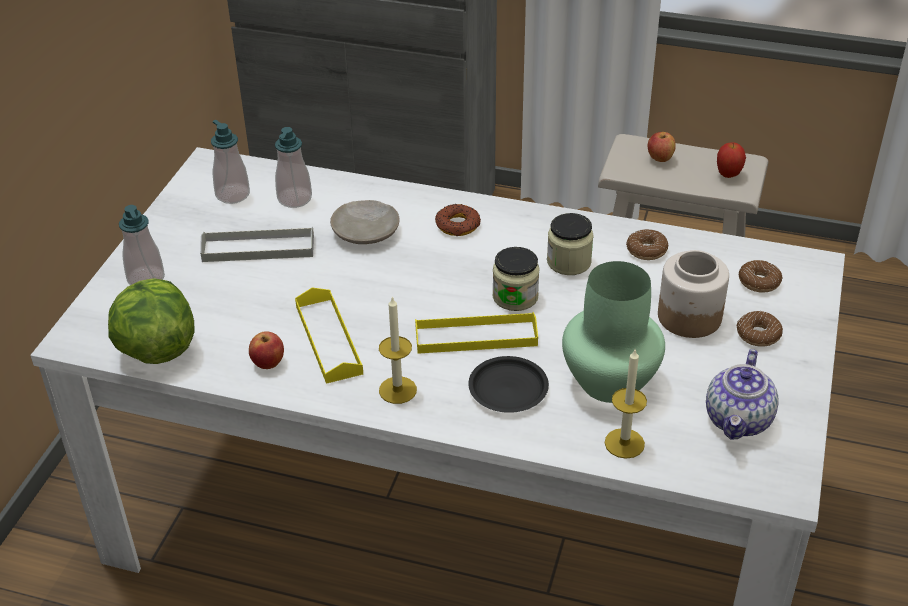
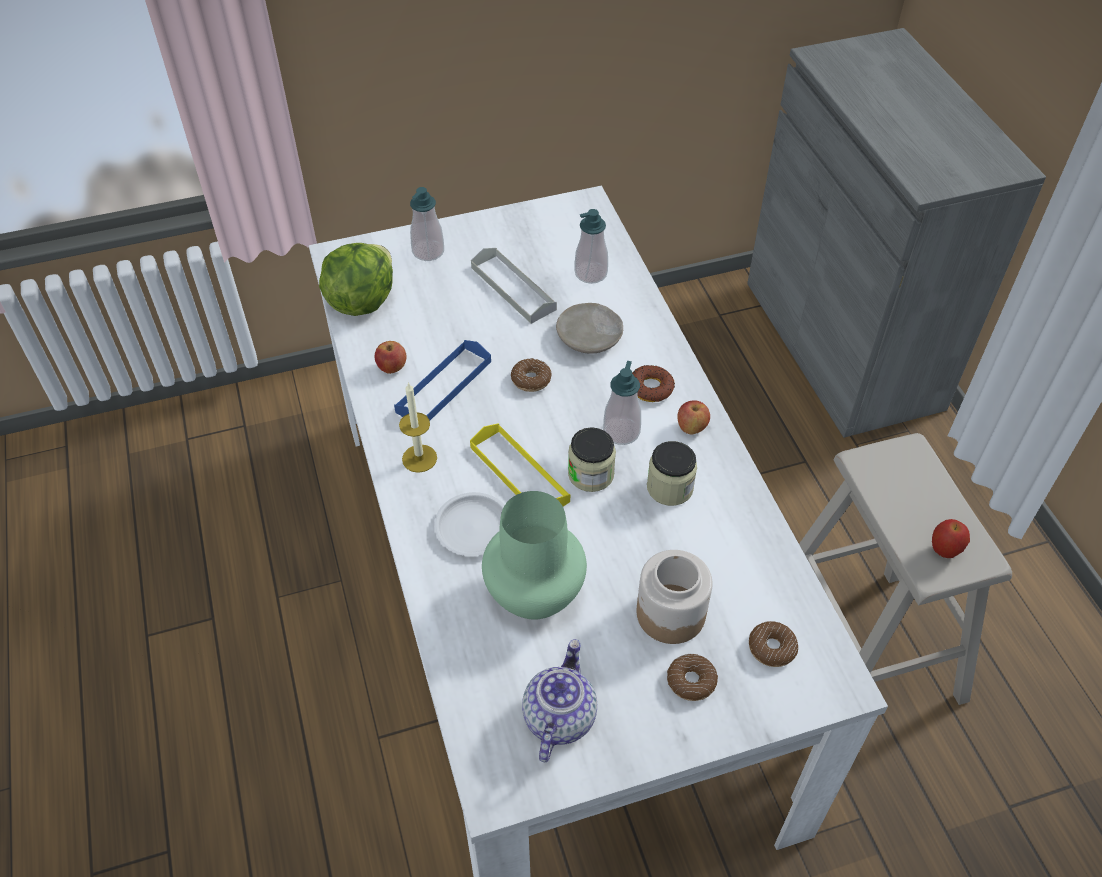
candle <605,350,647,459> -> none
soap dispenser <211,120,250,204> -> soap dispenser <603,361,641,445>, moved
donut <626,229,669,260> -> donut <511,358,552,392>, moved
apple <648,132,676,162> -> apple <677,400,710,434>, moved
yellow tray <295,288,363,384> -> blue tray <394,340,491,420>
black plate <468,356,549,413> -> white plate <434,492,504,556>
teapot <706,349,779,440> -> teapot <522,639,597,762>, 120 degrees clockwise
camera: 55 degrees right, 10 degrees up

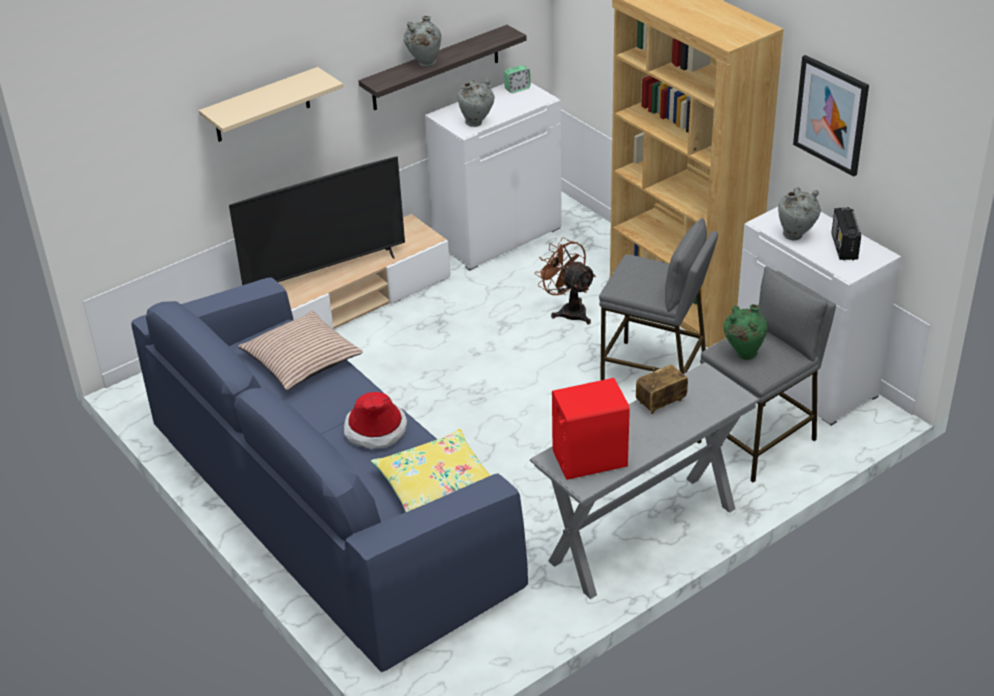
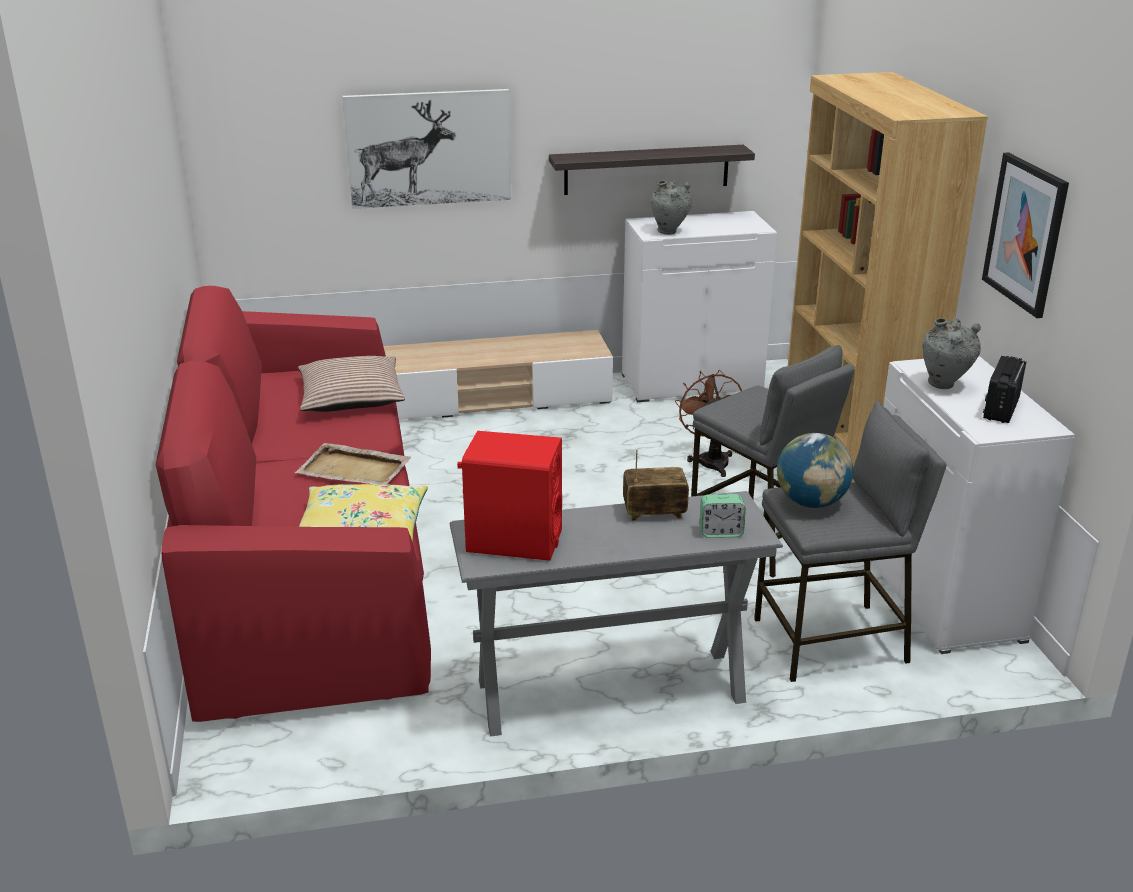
television <229,156,405,285> -> none
grey vase <404,16,441,67> -> none
alarm clock <504,65,531,93> -> alarm clock <699,494,746,538>, moved
beige shelf <199,67,343,142> -> picture <342,89,512,209>
hat <344,392,407,449> -> beige tray <295,443,411,485>
green vase <723,304,768,360> -> globe <777,433,853,508>
blue sofa <131,277,528,672> -> red sofa <156,286,431,722>
camera: 25 degrees right, 10 degrees down

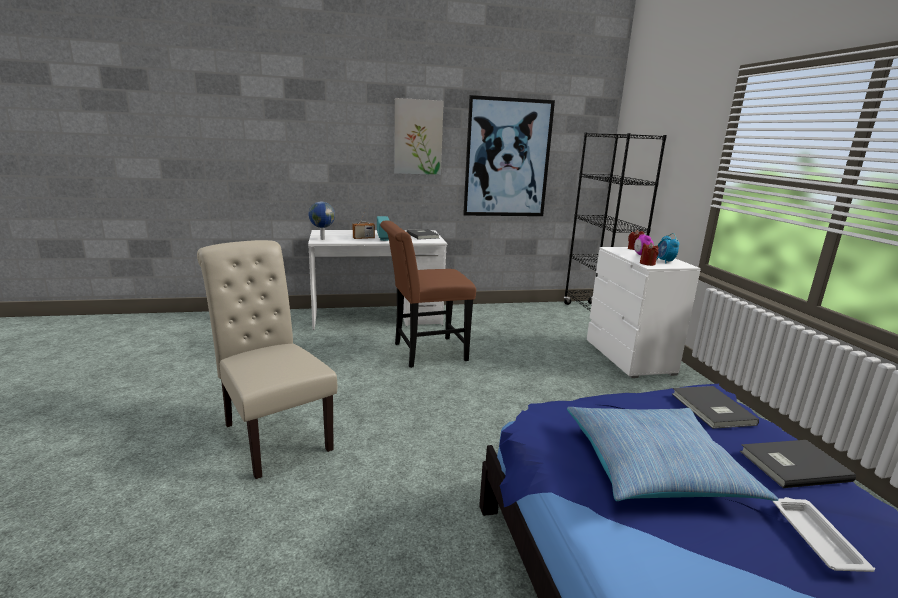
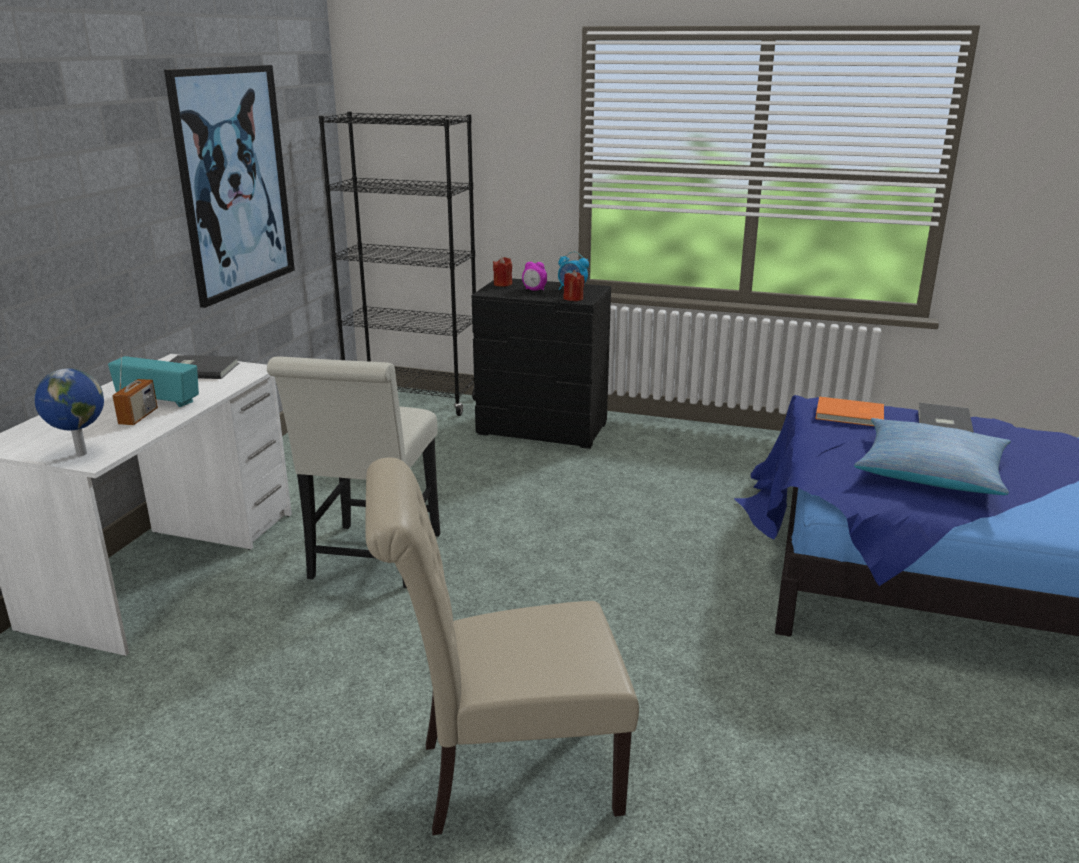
picture <394,98,444,175> -> none
white tray <773,497,875,572> -> none
brown chair <380,220,476,368> -> white chair <267,356,440,588>
white dresser <587,247,701,378> -> black dresser <472,278,611,449>
grey book <672,386,759,429> -> orange book <815,397,884,426>
camera: 60 degrees left, 5 degrees up

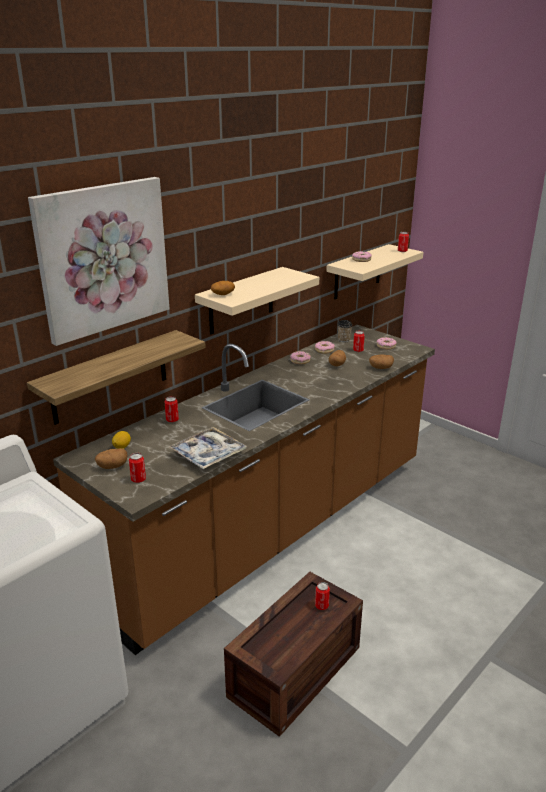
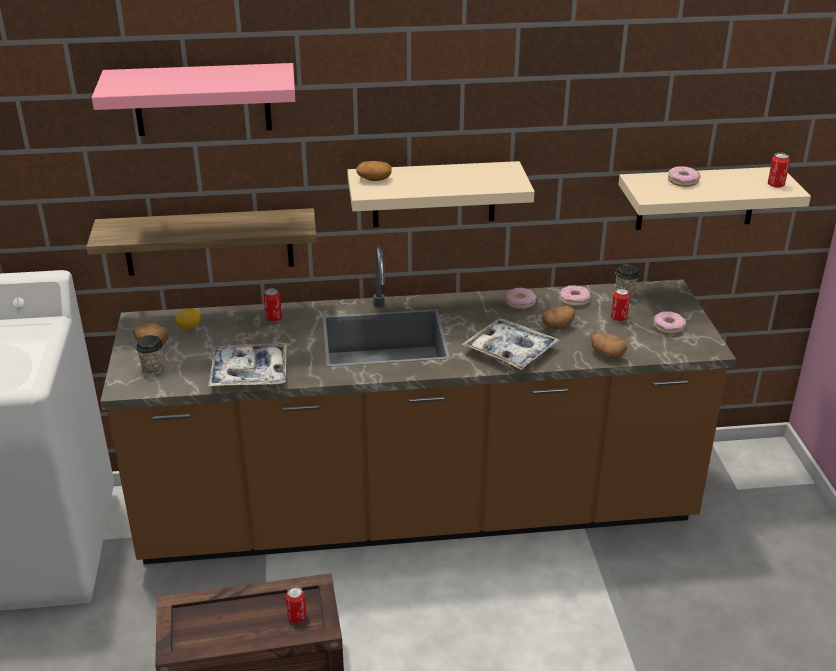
none -> tray <462,318,559,370>
picture <28,177,169,346> -> pink shelf <92,63,295,136>
can <129,453,146,483> -> cup <136,335,164,375>
camera: 40 degrees right, 5 degrees up

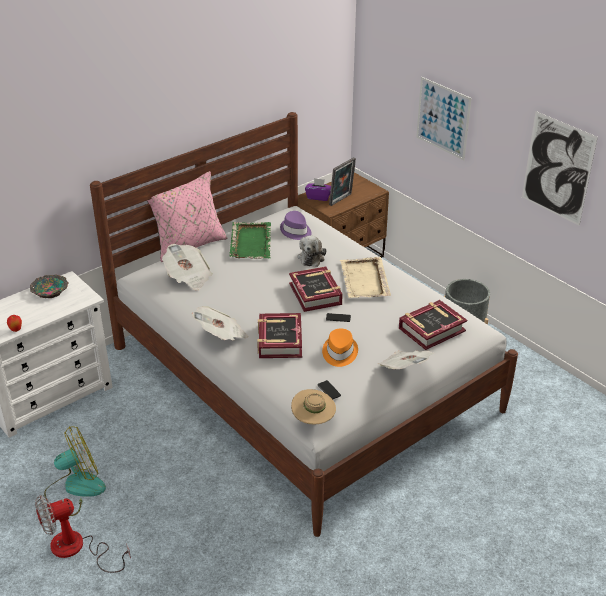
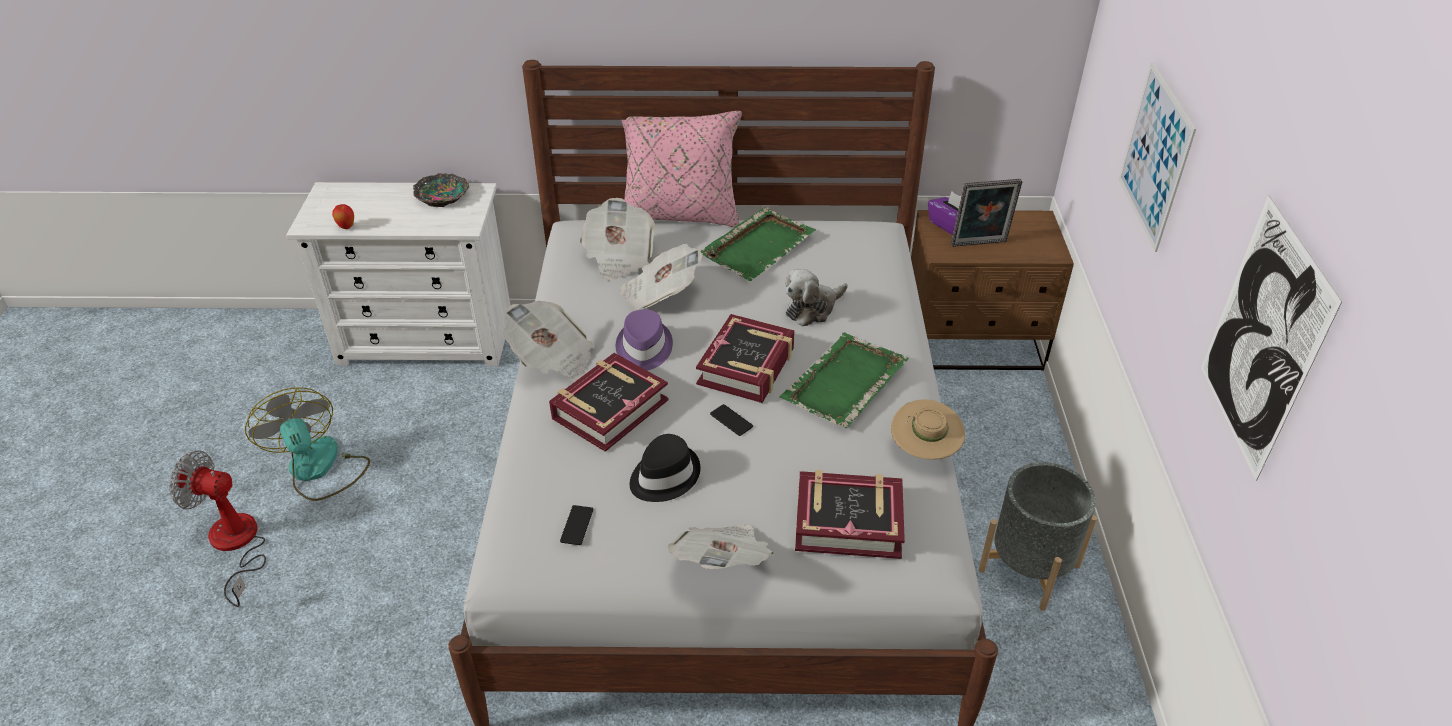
none -> newspaper <619,244,703,311>
purple hat <280,211,312,240> -> purple hat <616,309,673,371>, moved
beige hat <291,389,336,425> -> beige hat <891,399,965,460>, moved
orange hat <322,329,358,367> -> black hat <630,434,700,502>
beige tray <340,257,391,298> -> green tray <779,333,909,428>
fan <44,426,106,516> -> fan <245,387,370,501>, 135 degrees counterclockwise
camera: 40 degrees right, 5 degrees up

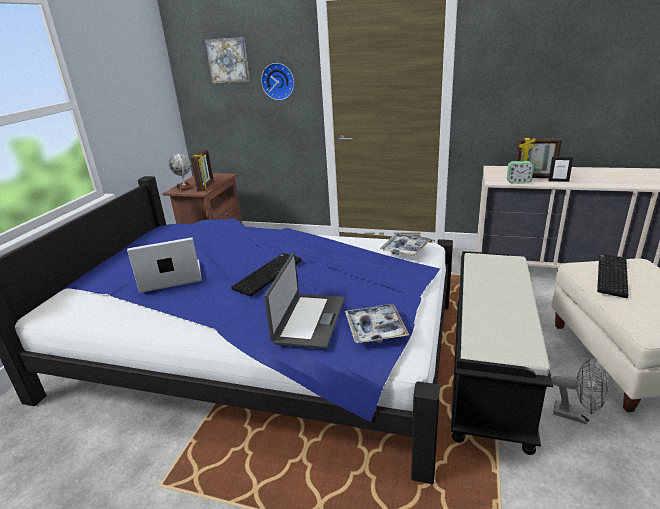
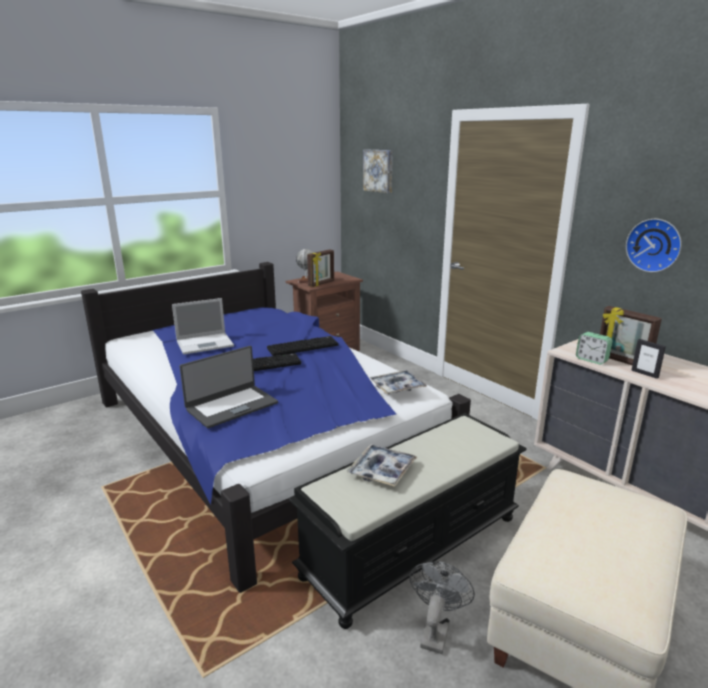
wall clock <261,63,294,100> -> wall clock <626,219,682,272>, moved
tray <345,304,409,343> -> tray <347,444,417,487>, moved
keyboard <597,254,628,298> -> keyboard <267,336,338,356>, moved
laptop <127,237,202,293> -> laptop <172,298,234,355>, 135 degrees clockwise
grey fan <552,358,608,425> -> grey fan <409,561,475,654>, 135 degrees counterclockwise
camera: 35 degrees right, 5 degrees down

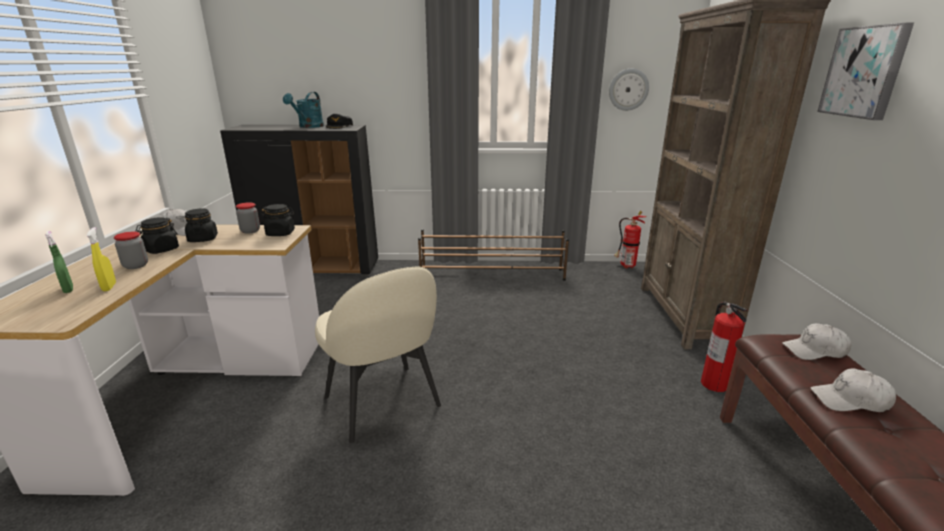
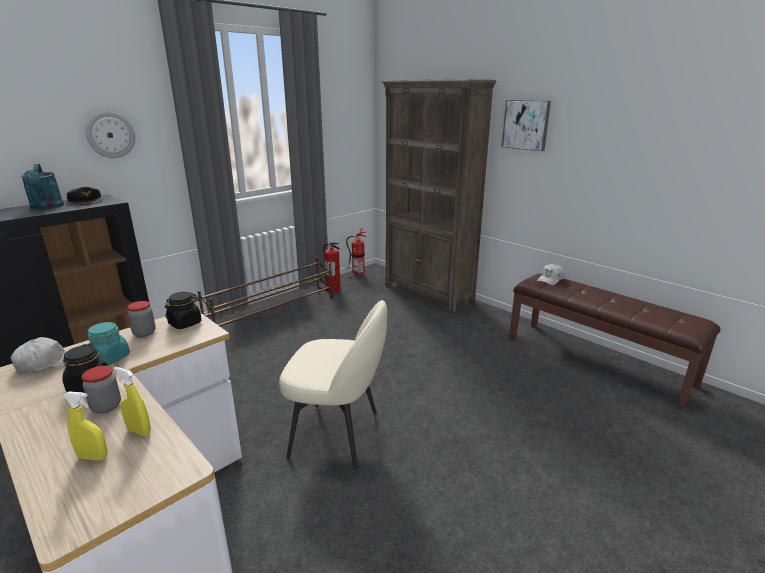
white cap <811,369,896,412> -> none
wall clock <609,69,649,111> -> wall clock <86,111,135,158>, moved
fire extinguisher <701,301,748,392> -> fire extinguisher <323,242,341,293>, moved
green spray bottle <45,231,73,293> -> yellow spray bottle <63,391,107,460>
black jar <185,209,218,242> -> turquoise jar <88,322,130,365>
camera: 45 degrees left, 0 degrees up

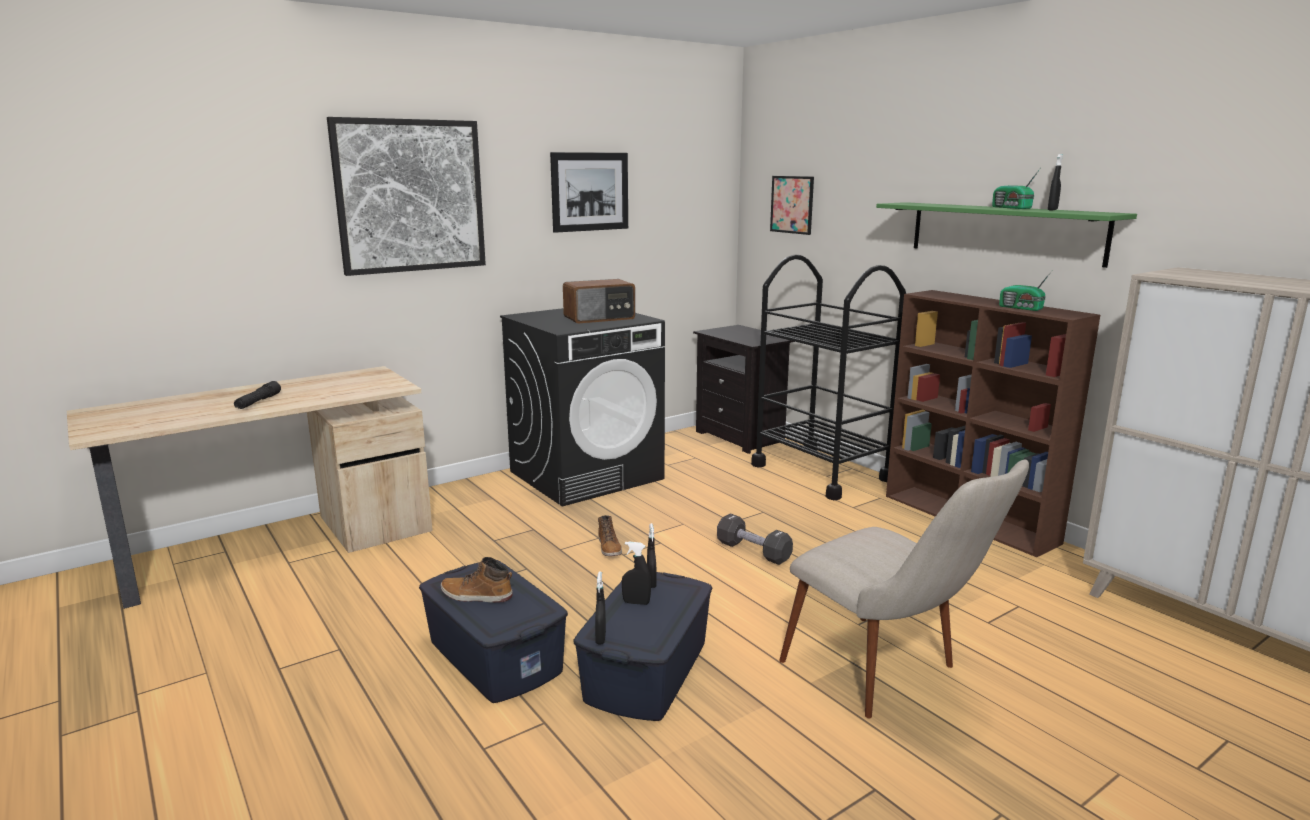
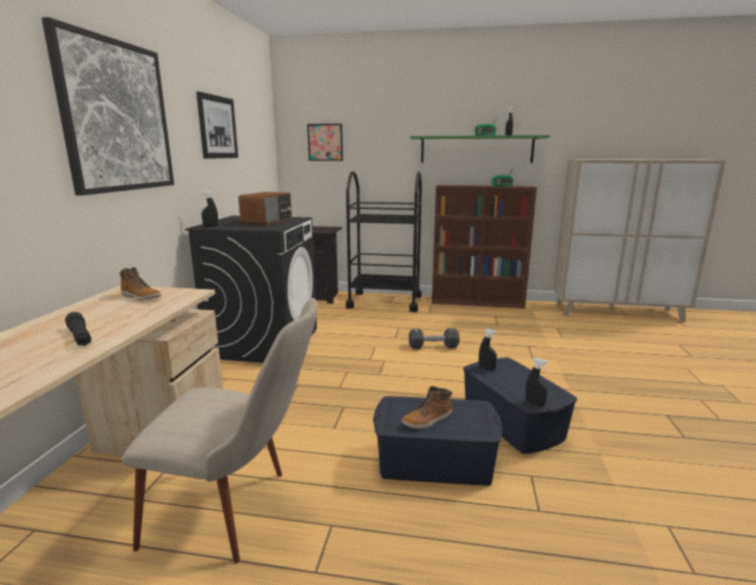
boot <598,515,622,556> -> boot <120,267,161,301>, moved
black spray bottle <622,541,651,605> -> black spray bottle <201,190,218,227>, moved
beige chair <779,460,1029,718> -> beige chair <122,298,317,563>, moved
camera: 45 degrees left, 0 degrees up

